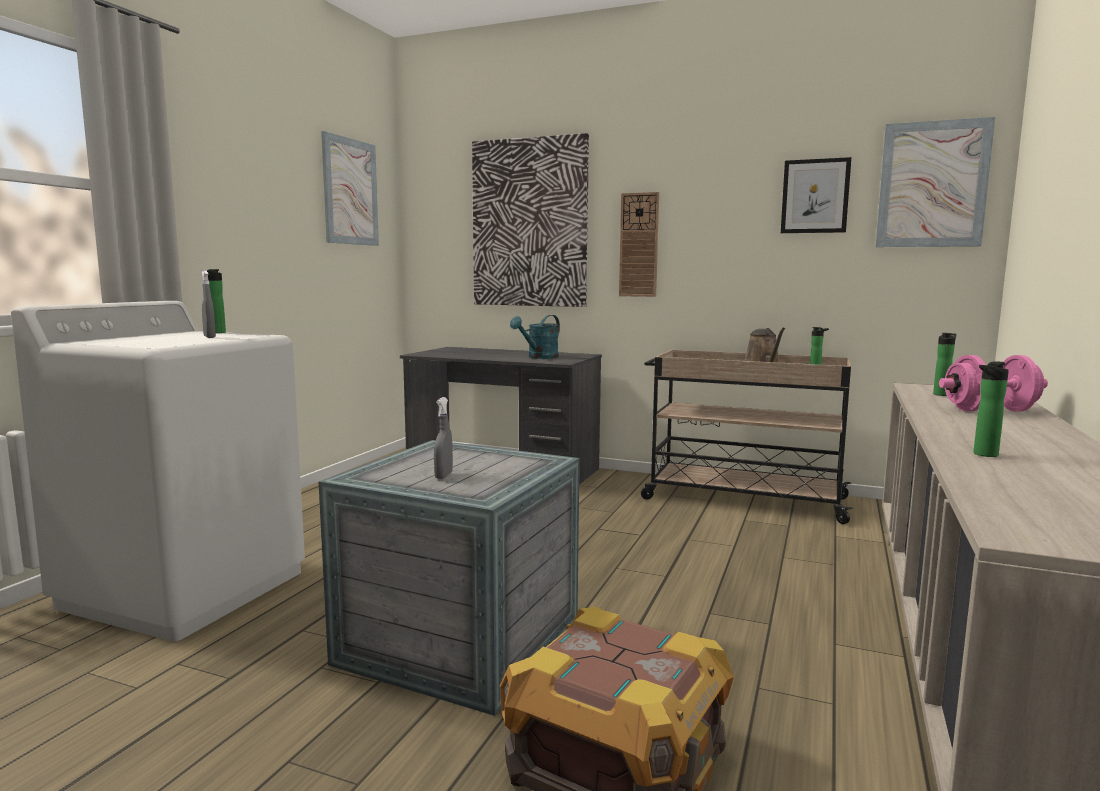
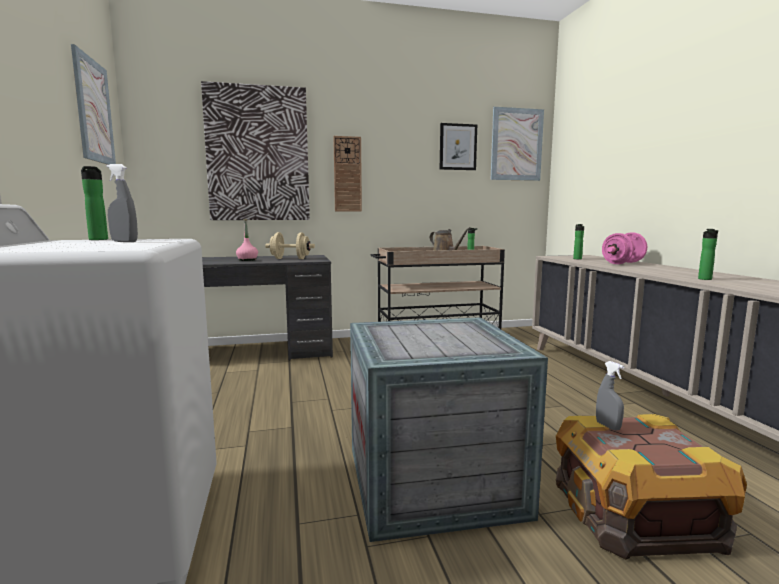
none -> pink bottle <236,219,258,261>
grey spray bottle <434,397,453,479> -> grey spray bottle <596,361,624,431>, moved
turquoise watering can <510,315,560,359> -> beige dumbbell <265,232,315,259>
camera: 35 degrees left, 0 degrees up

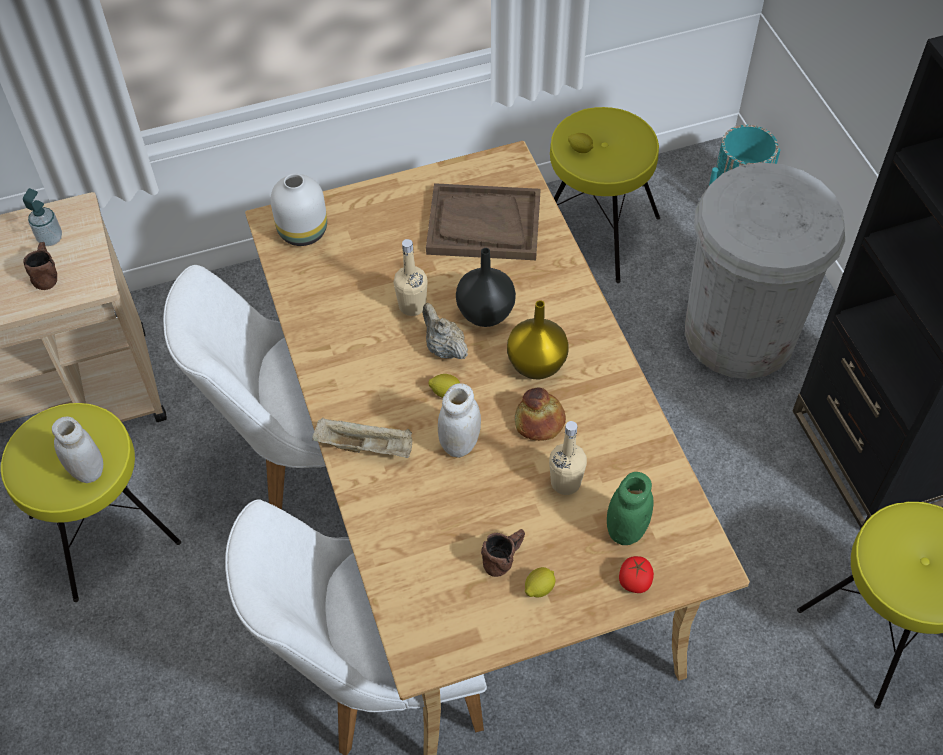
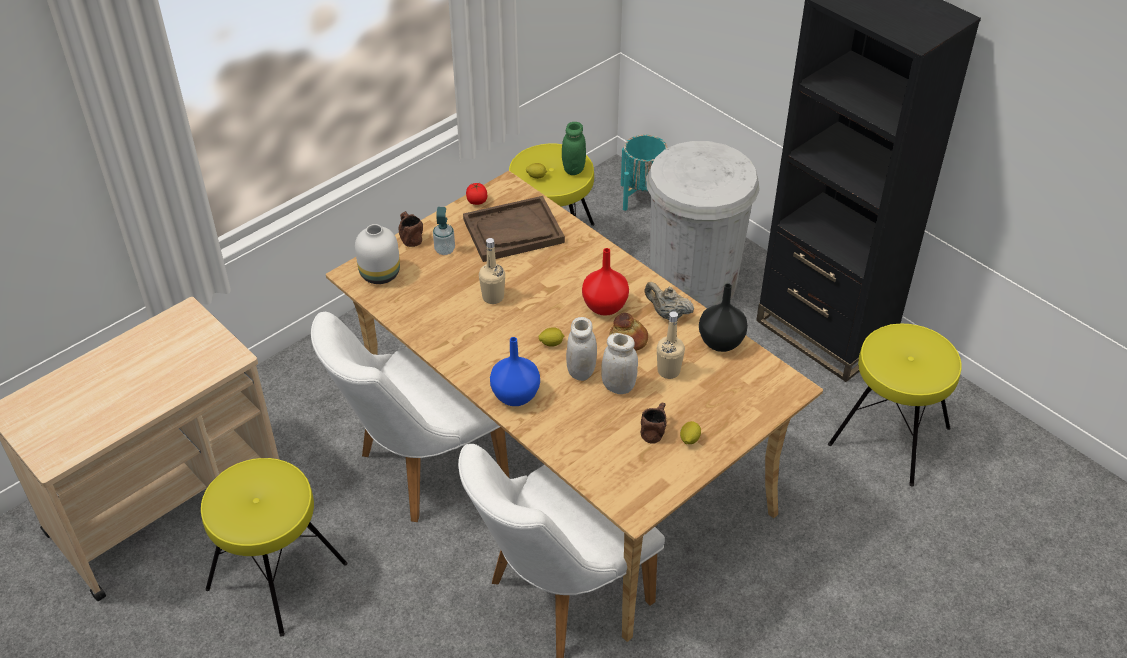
soap dispenser <23,188,62,246> -> soap dispenser <433,207,455,255>, moved
brown mug <23,242,57,290> -> brown mug <399,211,423,247>, moved
white jar <52,417,103,483> -> white jar <601,333,638,394>, moved
beige teapot <423,303,468,359> -> beige teapot <644,282,694,320>, moved
black vase <456,248,516,327> -> black vase <699,283,748,352>, moved
green jar <607,472,654,545> -> green jar <562,122,586,175>, moved
tomato <619,556,654,593> -> tomato <466,183,487,205>, moved
beige tray <312,418,412,458> -> blue vase <490,337,540,406>
yellow vase <507,300,569,379> -> red vase <582,248,629,316>
camera: 25 degrees left, 10 degrees down

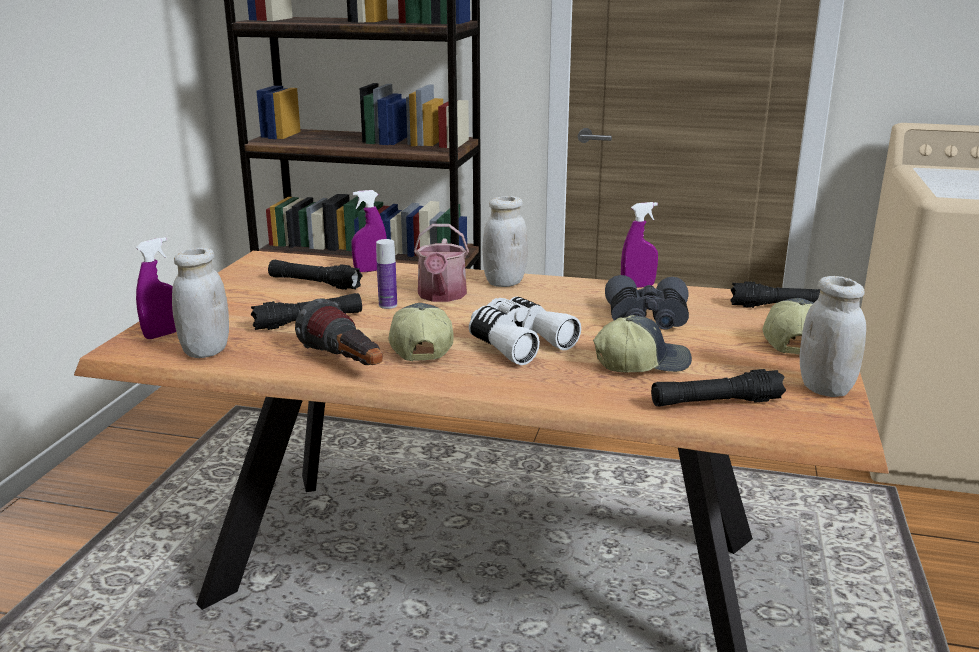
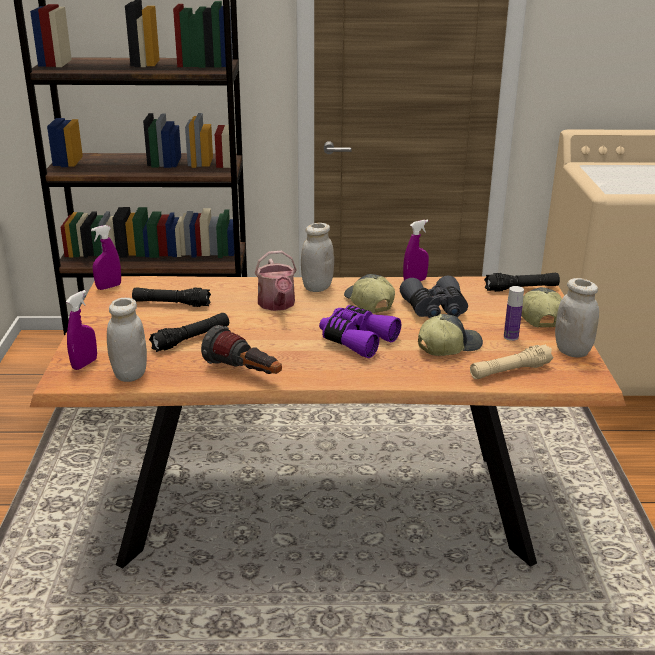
purple spray bottle <351,190,387,272> -> purple spray bottle <91,225,121,290>, moved
bottle <376,239,397,309> -> bottle <504,286,524,341>, moved
cap <388,303,454,361> -> cap <344,274,395,313>, moved
white binoculars <469,296,581,365> -> purple binoculars <319,305,401,358>
black flashlight <651,369,786,407> -> beige flashlight <470,344,553,379>
camera: 15 degrees left, 5 degrees up

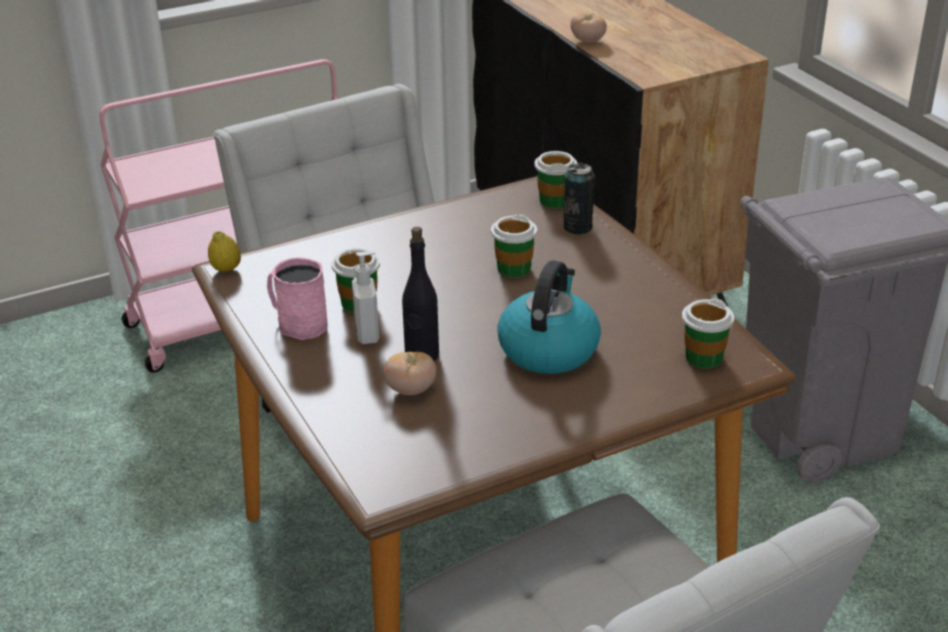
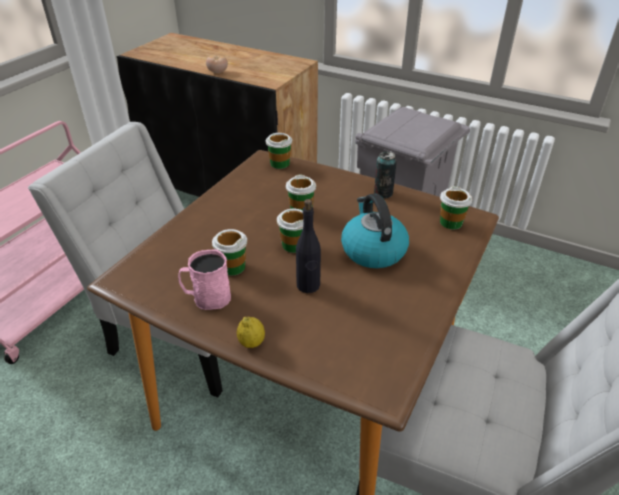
soap dispenser <352,252,379,344> -> none
tomato <384,352,436,395> -> none
none -> cup <277,209,303,253>
lemon <208,231,241,272> -> lemon <237,317,265,348>, moved
can <564,163,595,234> -> can <374,151,397,198>, moved
camera: 35 degrees left, 5 degrees up

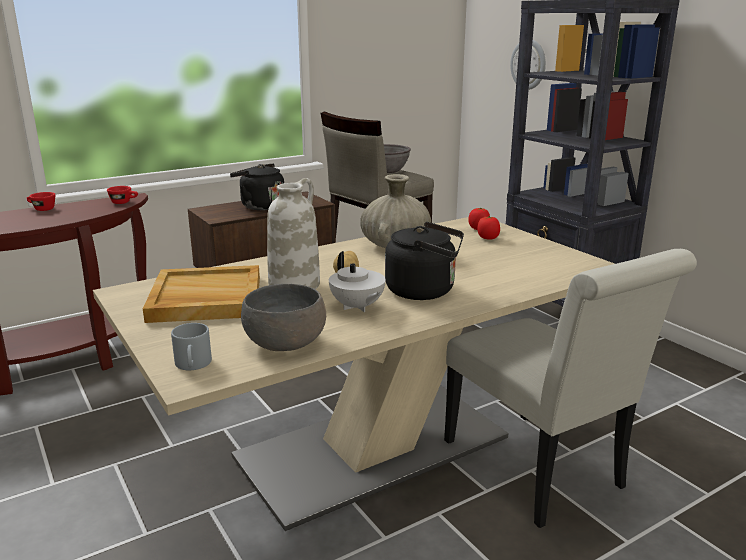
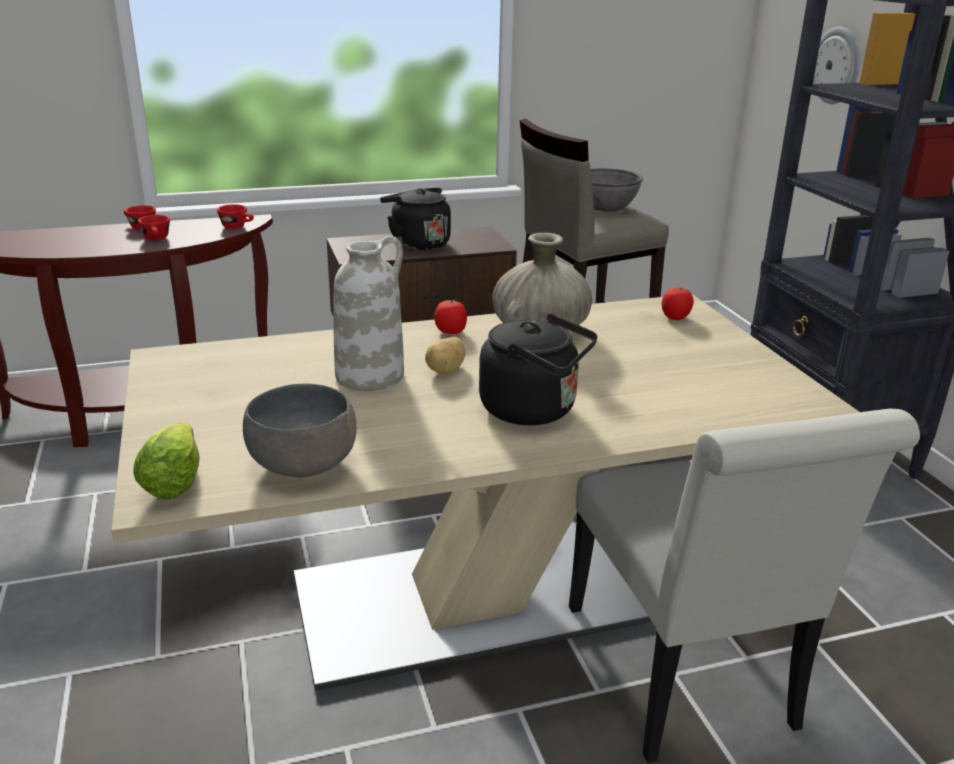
beige tray <143,265,260,323> -> none
white teapot <329,251,386,312> -> none
none -> red cup <138,215,170,240>
tomato <477,216,500,239> -> tomato <434,299,467,334>, moved
grey mug <171,323,212,370> -> lettuce <133,422,200,500>
camera: 15 degrees right, 5 degrees up

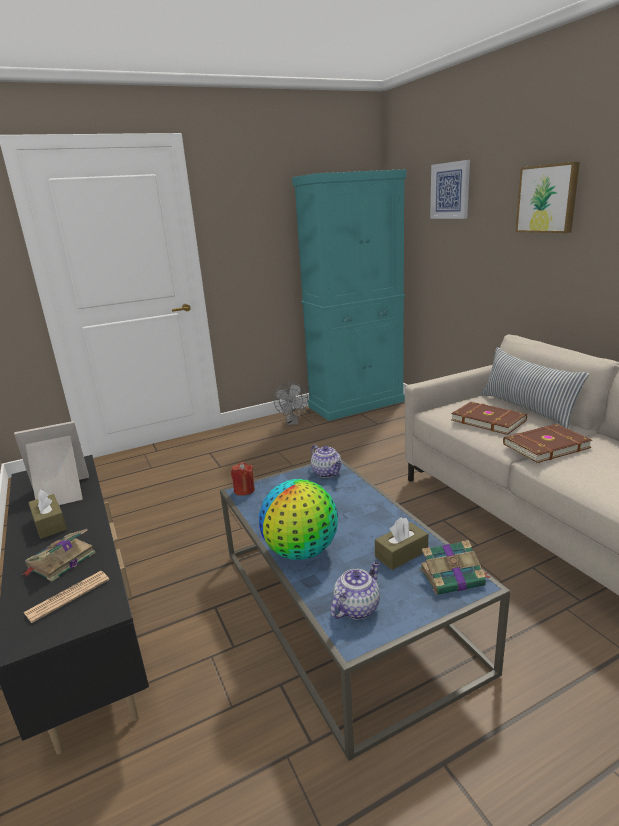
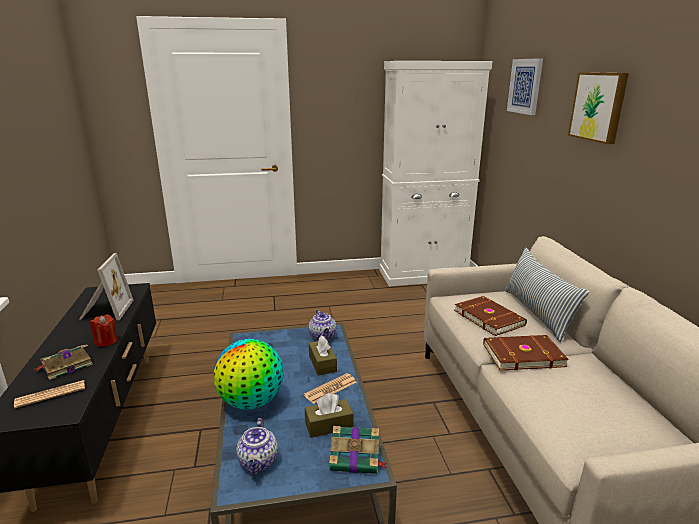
grey fan <273,382,308,425> -> none
none -> newspaper <304,373,357,404>
brown tissue box <28,489,67,539> -> brown tissue box <309,336,337,376>, moved
red candle <231,462,255,496> -> red candle <90,314,117,347>, moved
turquoise cabinet <292,169,406,421> -> white cabinet <379,61,492,286>
picture frame <14,421,89,505> -> picture frame <79,253,133,320>, 90 degrees clockwise
teapot <331,561,380,620> -> teapot <236,418,278,474>, 120 degrees clockwise
camera: 15 degrees right, 0 degrees up

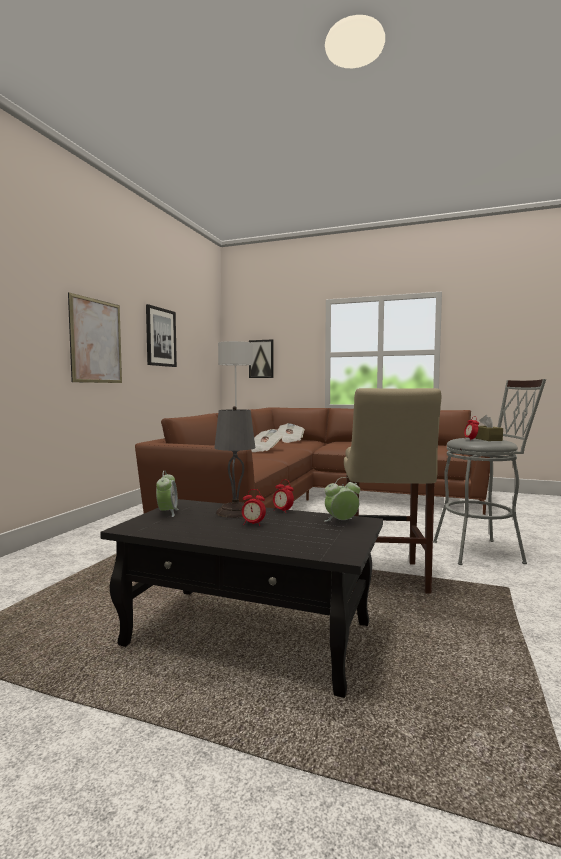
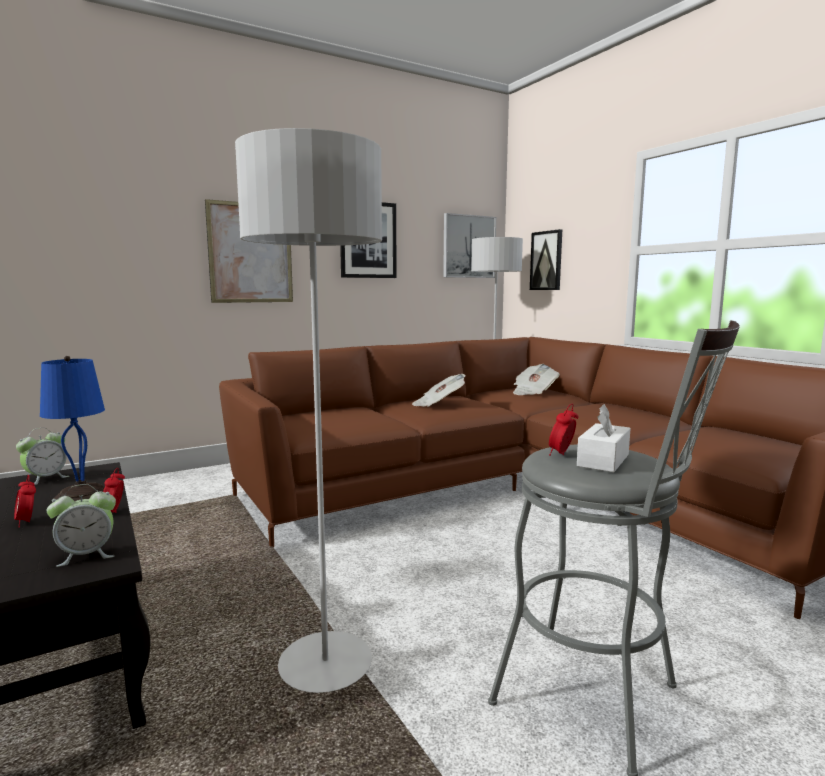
none -> picture <443,213,496,278>
beige stool <344,388,441,594> -> grey floor lamp <235,128,382,693>
grey table lamp <214,406,255,518> -> blue table lamp <40,356,105,503>
brown tissue box <475,415,503,441> -> white tissue box <577,404,631,472>
alarm clock <324,477,360,522> -> alarm clock <47,484,116,567>, 135 degrees clockwise
camera: 40 degrees right, 5 degrees up

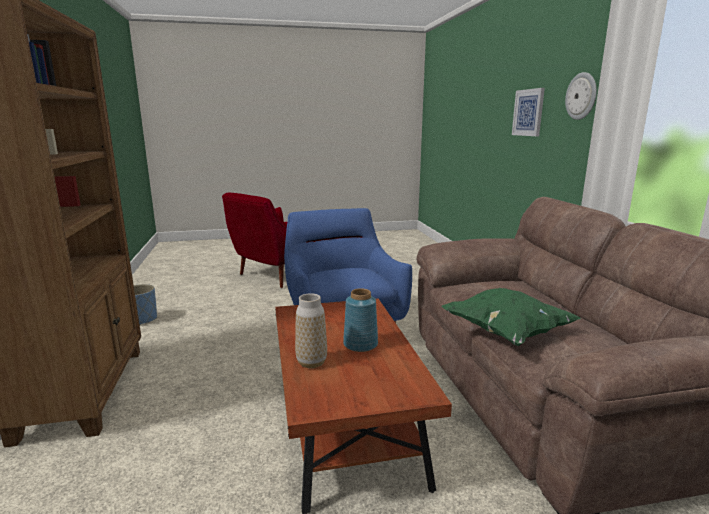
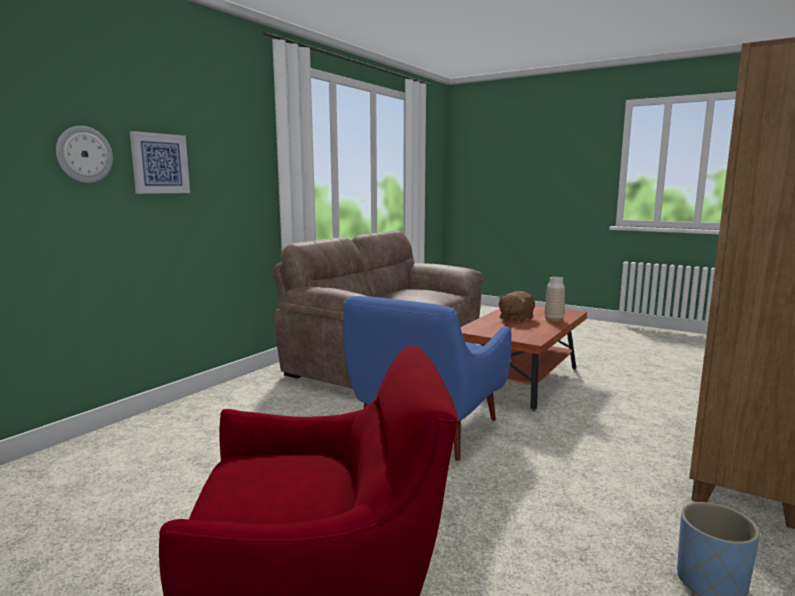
green pillow <441,288,581,346> -> none
wall clock <565,72,597,120> -> wall clock <56,126,113,183>, moved
blue vase <343,288,378,352> -> brown plush toy <498,291,535,323>
camera: 135 degrees left, 5 degrees down

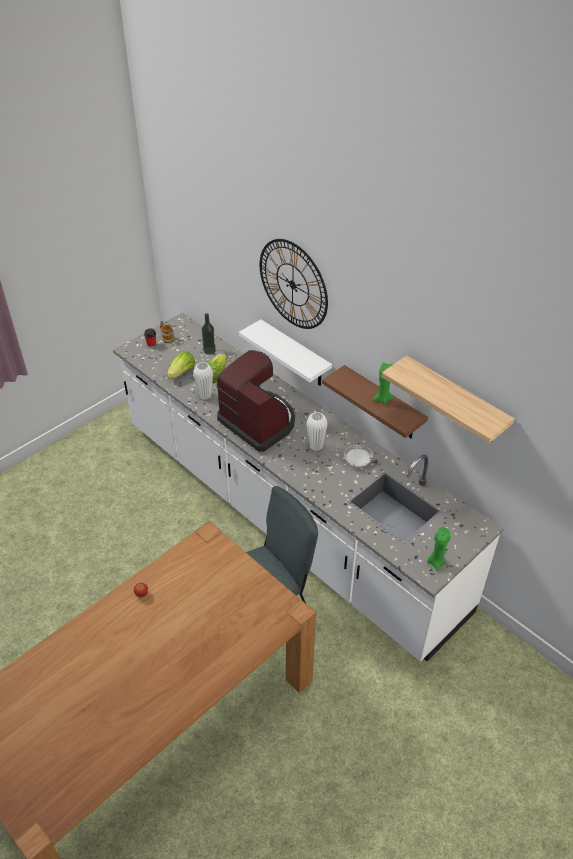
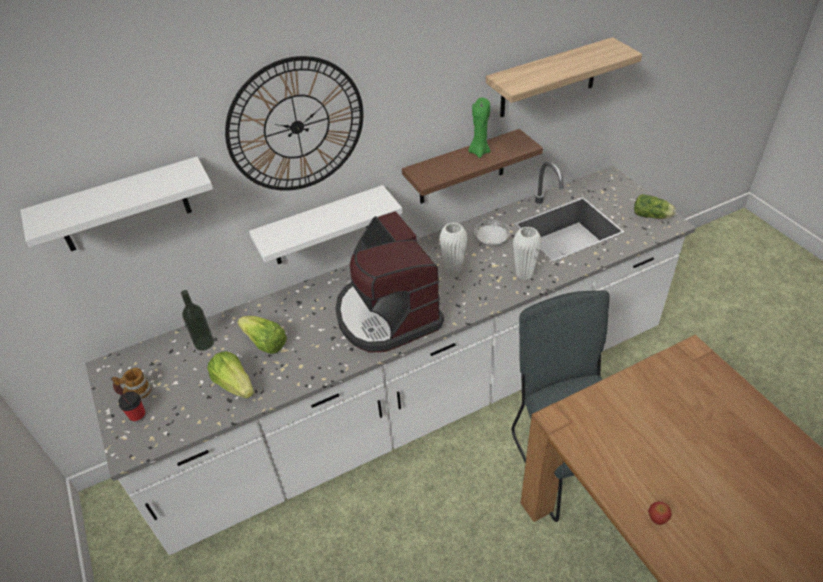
none -> white shelf <20,157,213,251>
white vase <193,362,213,400> -> white vase <513,226,542,280>, moved
green candle <427,527,451,571> -> lettuce <634,194,676,219>
coffee machine <217,350,295,451> -> coffee machine <335,211,444,353>, 90 degrees counterclockwise
camera: 70 degrees left, 0 degrees up

